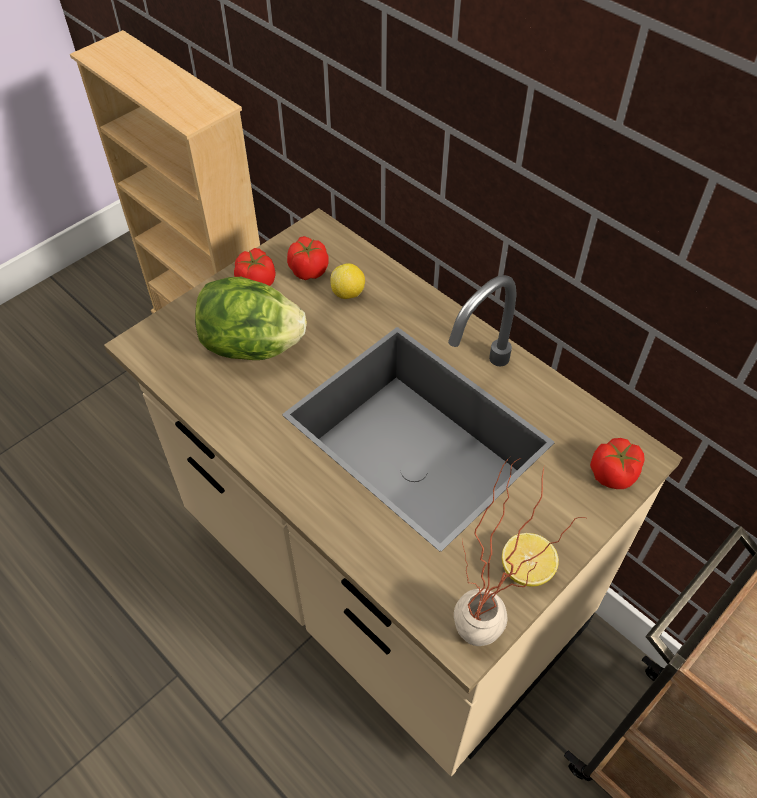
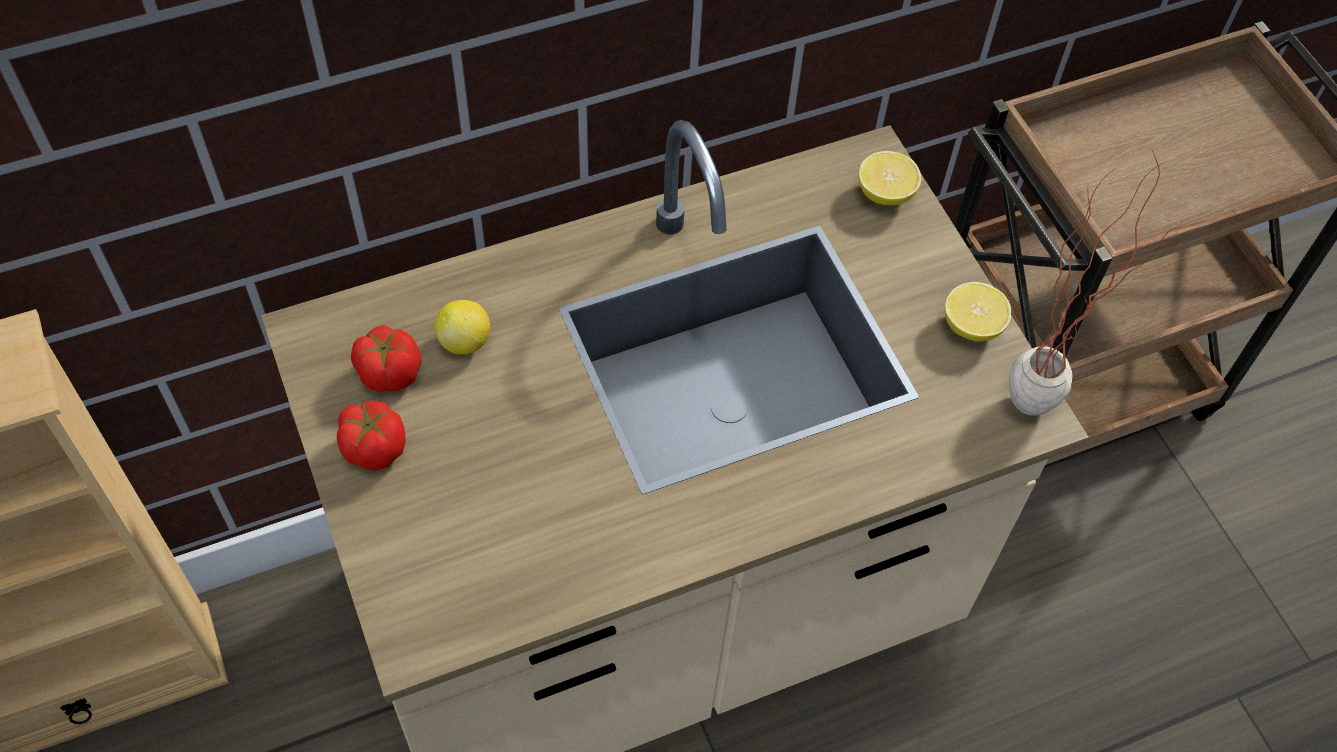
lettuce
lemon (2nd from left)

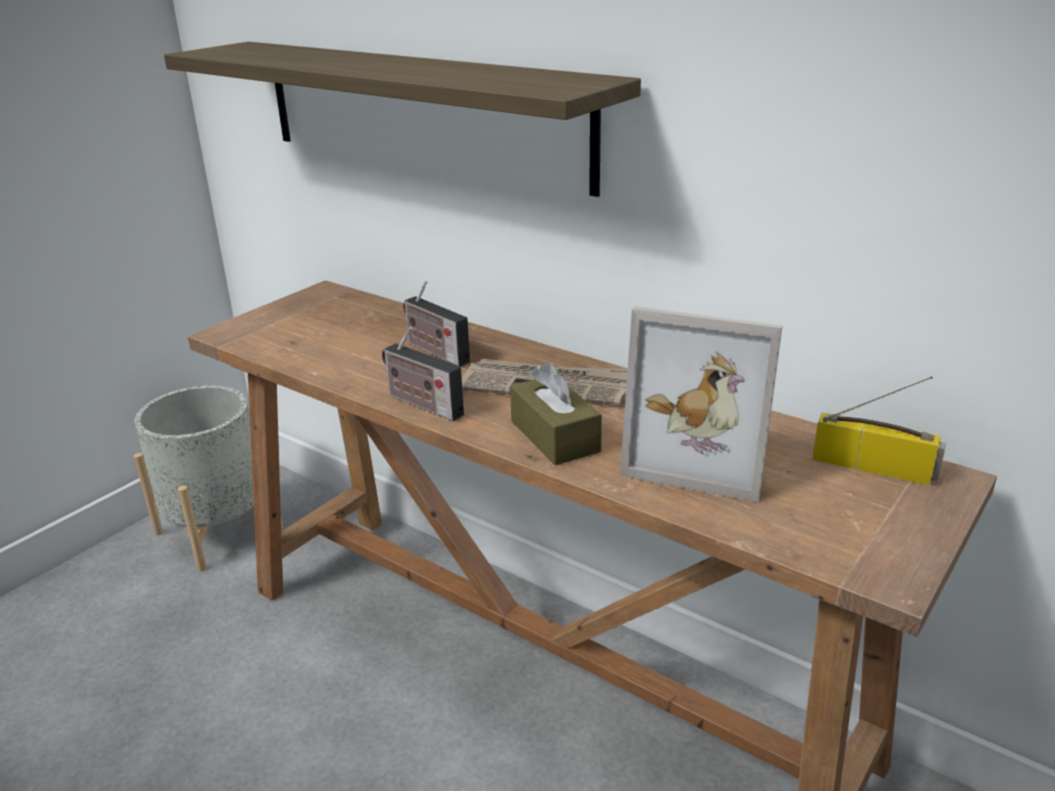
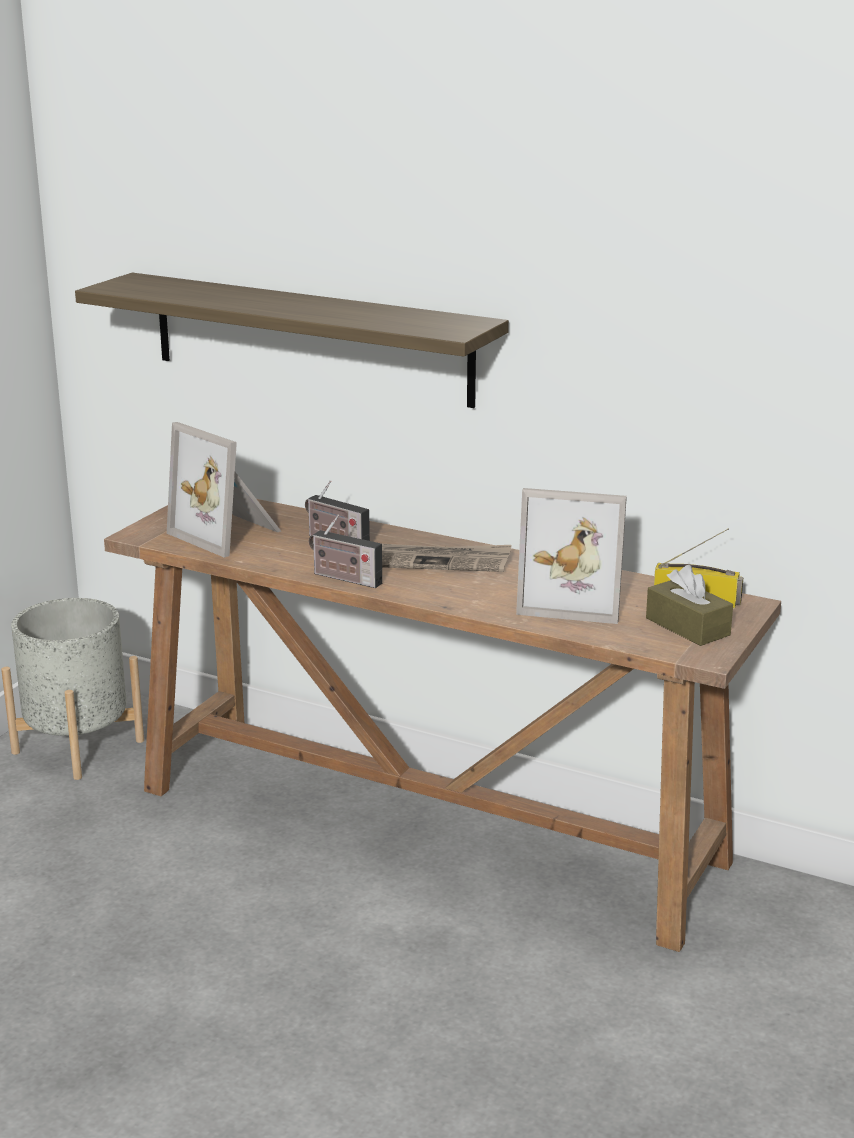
brown tissue box
picture frame (1st from left)

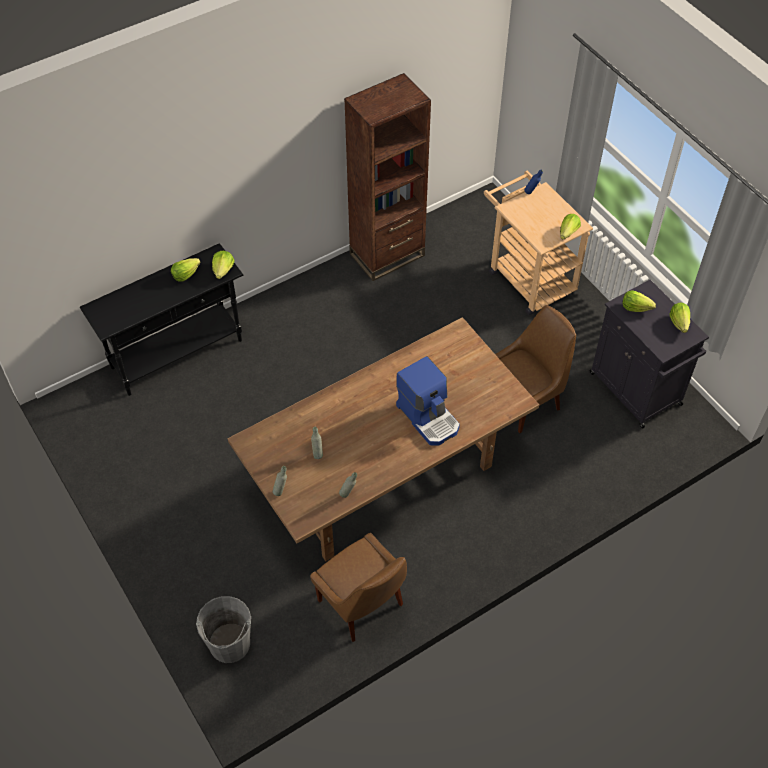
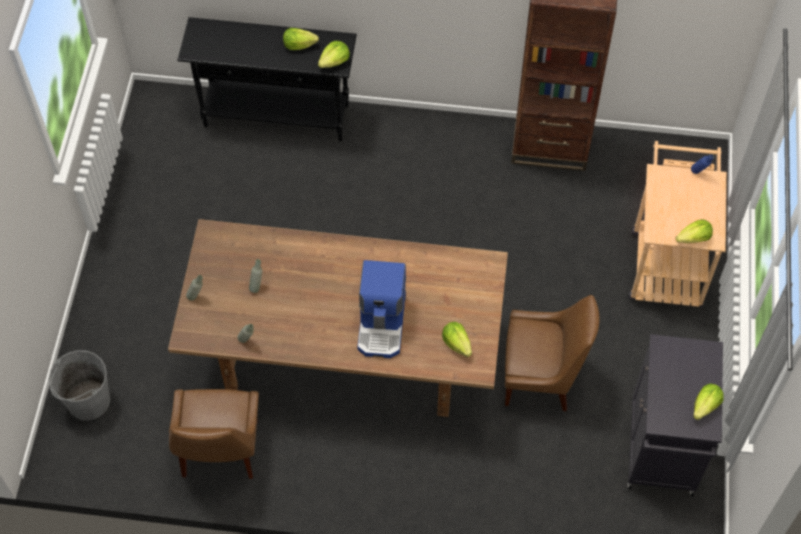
lettuce (3rd from left)

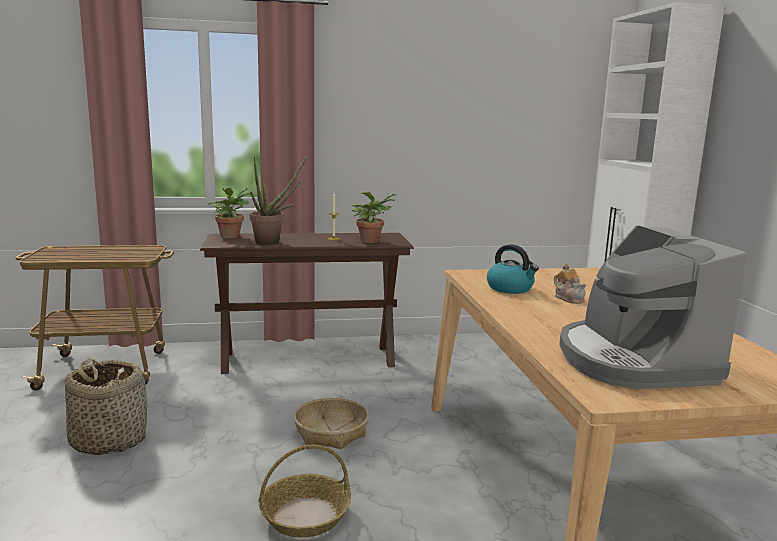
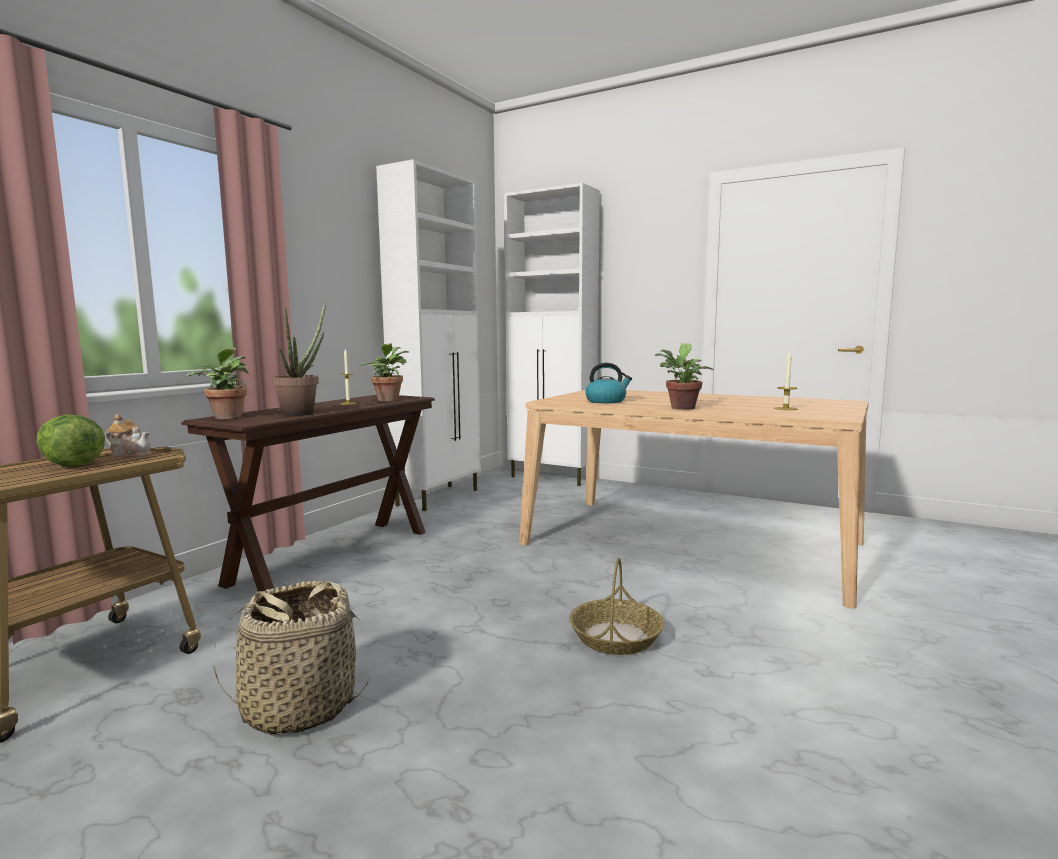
basket (3rd from left in the first image)
teapot
candle (2nd from left)
lettuce
white cabinet (1st from left)
potted plant (4th from left)

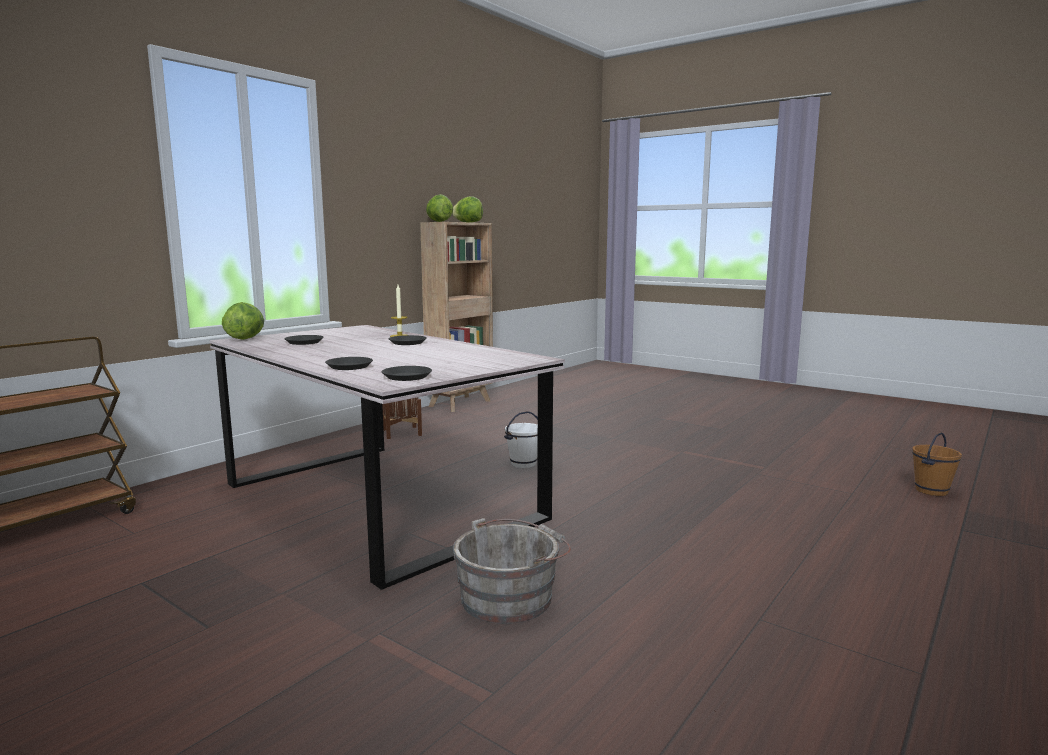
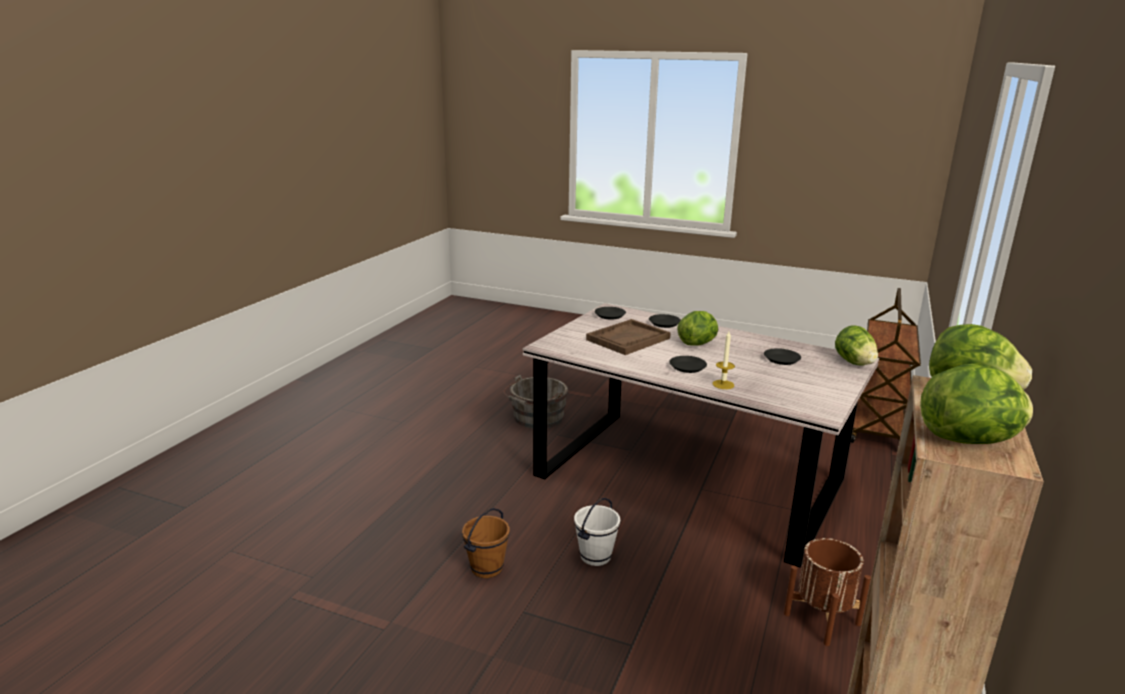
brown bucket
brown tray
lettuce (1st from left)

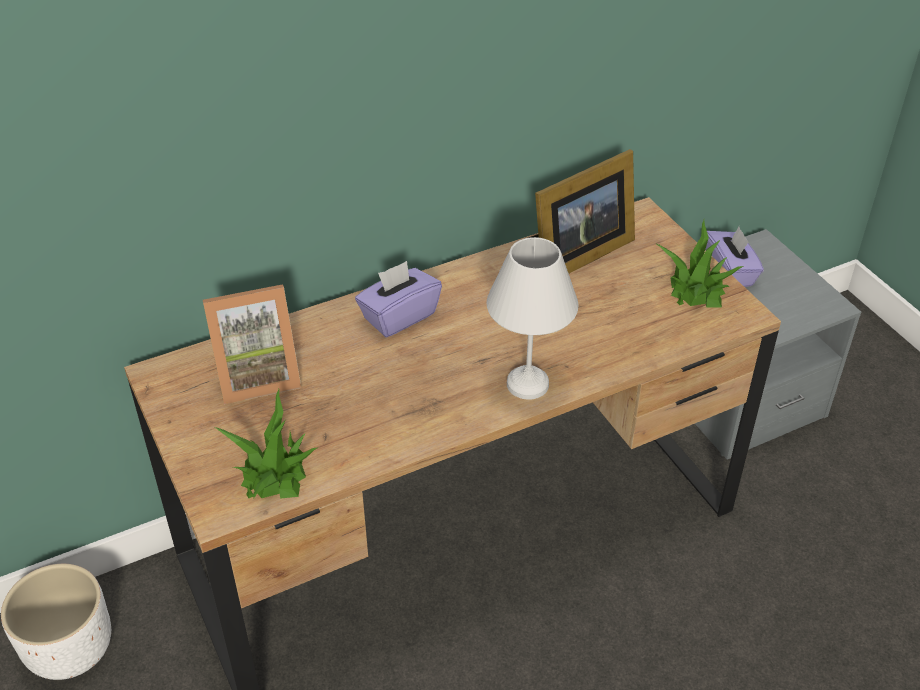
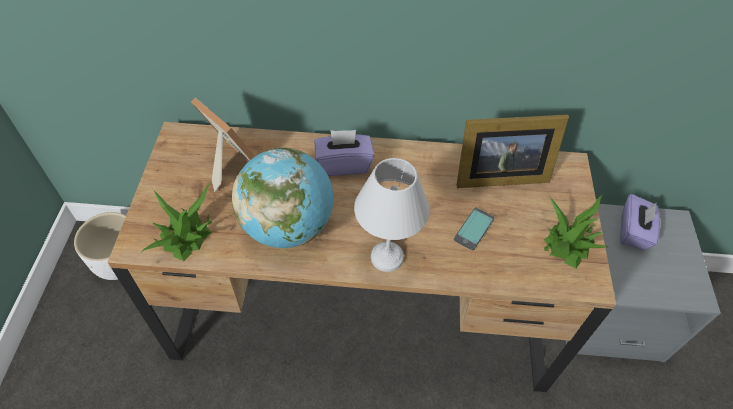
picture frame (1st from left)
globe
phone

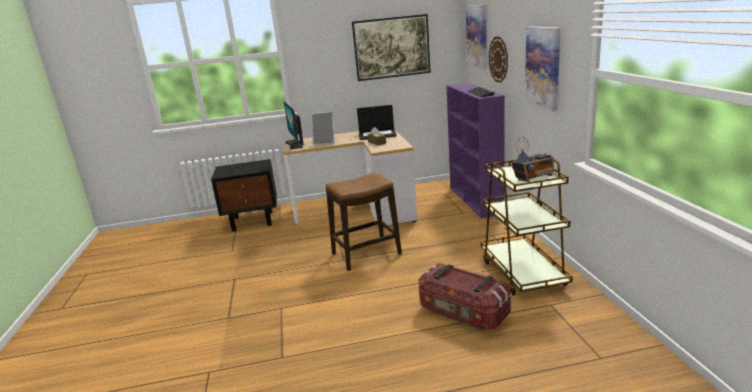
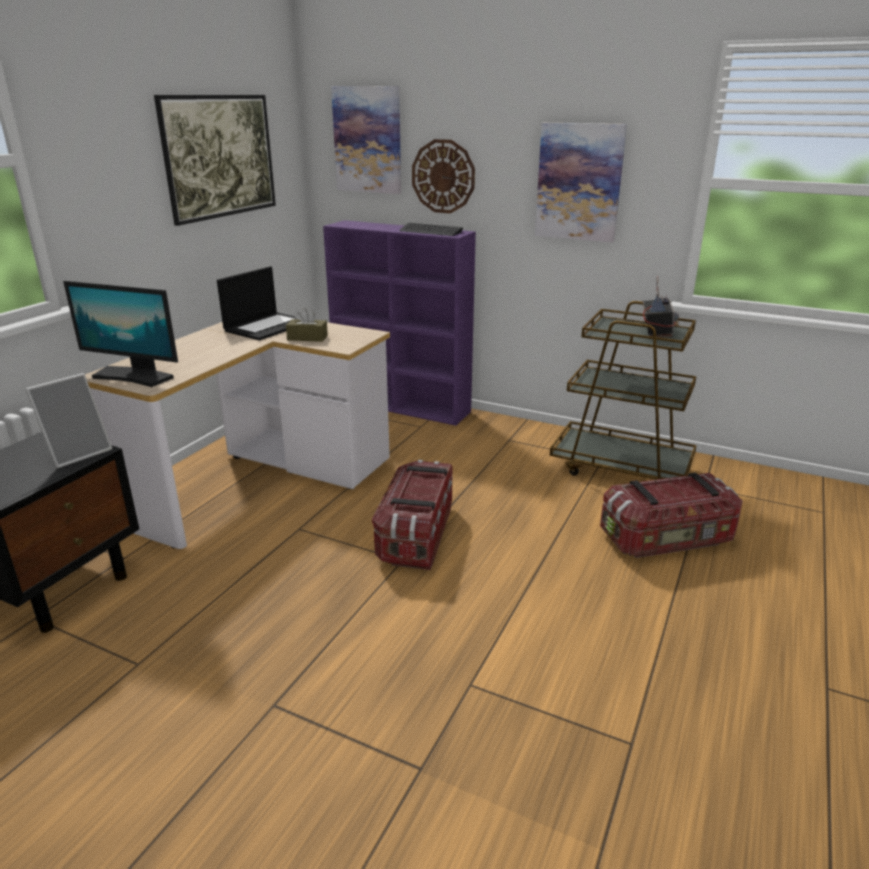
picture frame
storage box (1st from left)

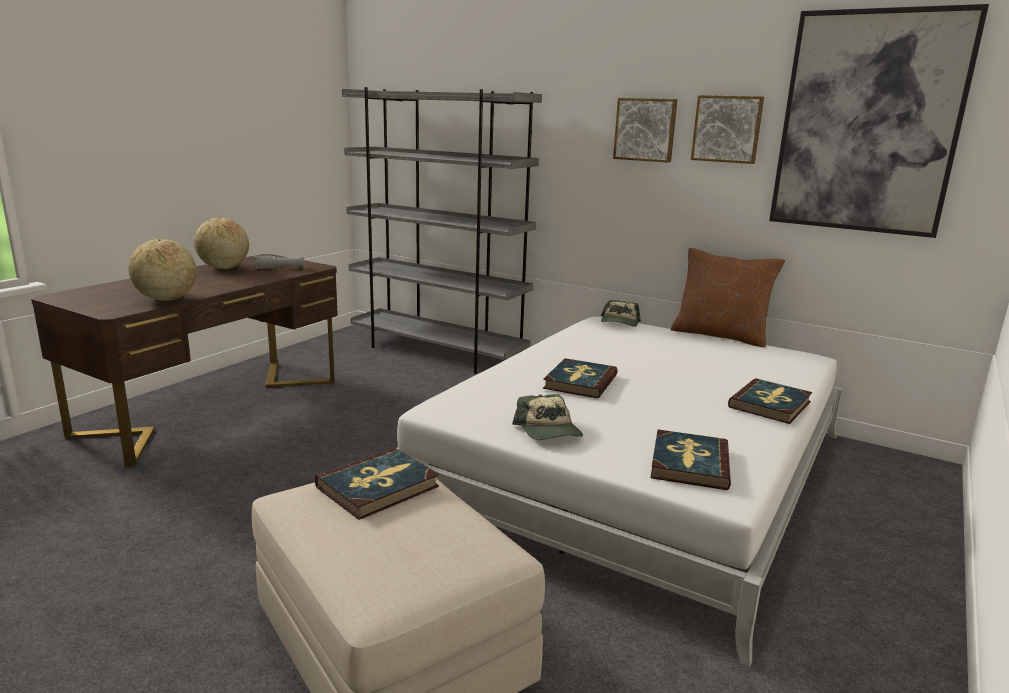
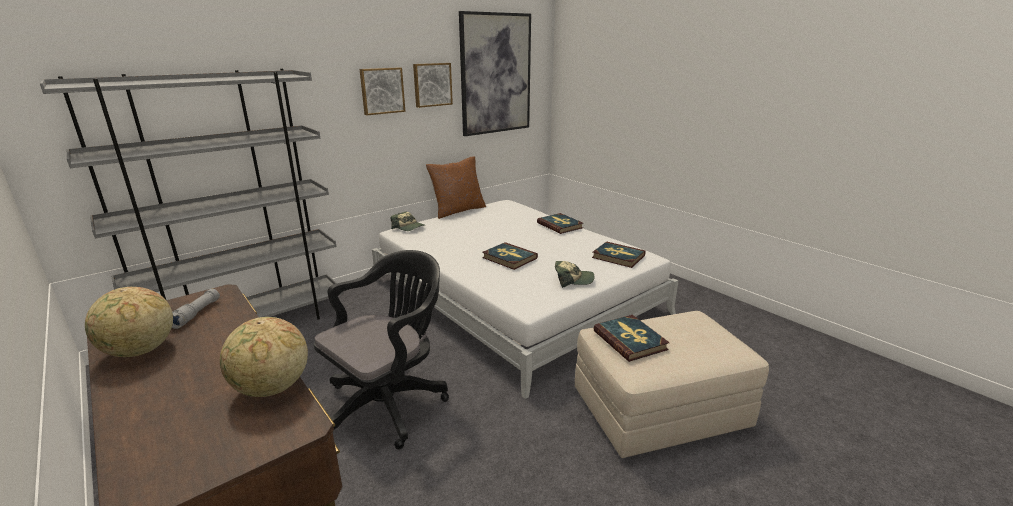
black office chair

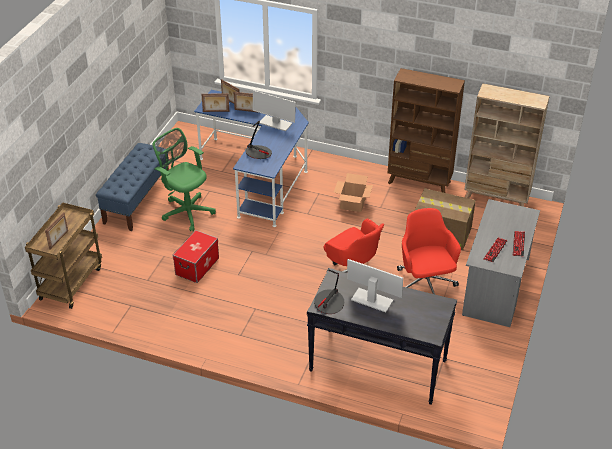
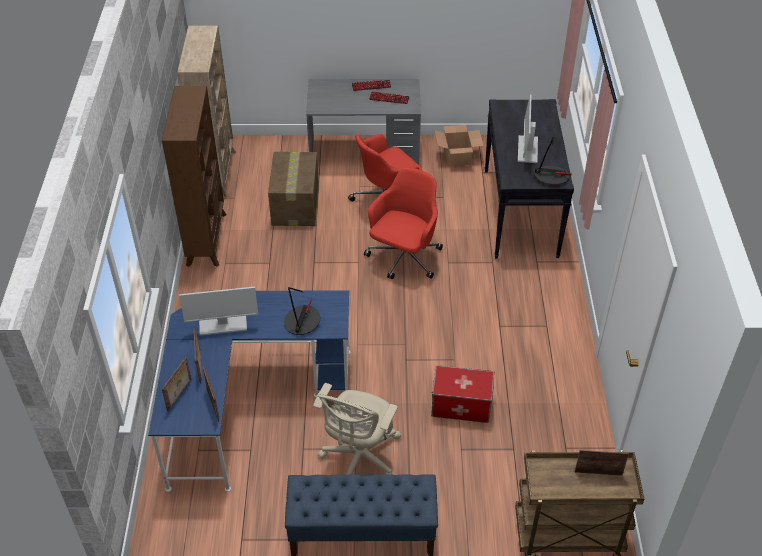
beige office chair
monitor (1st from left)
cardboard box (2nd from left)

